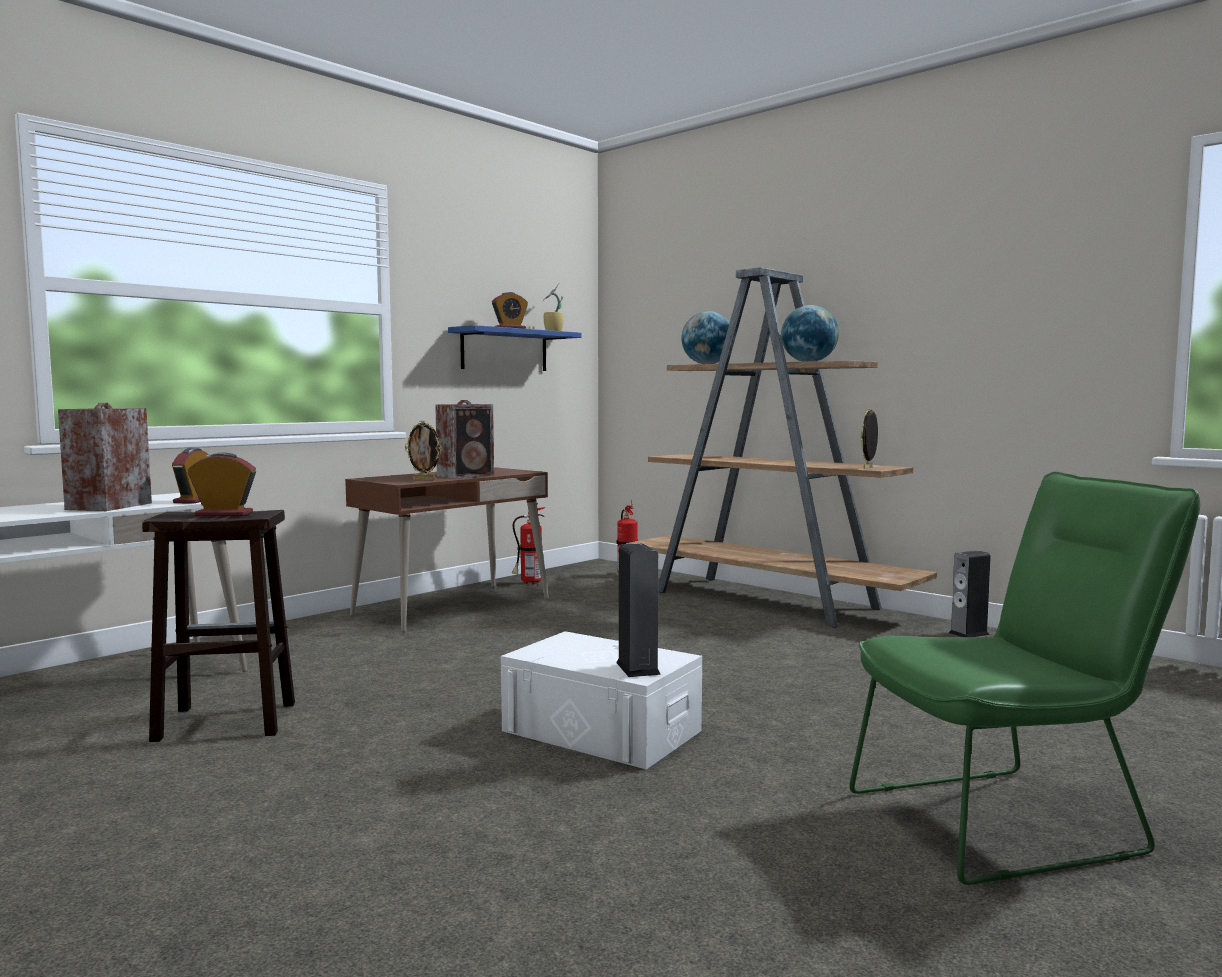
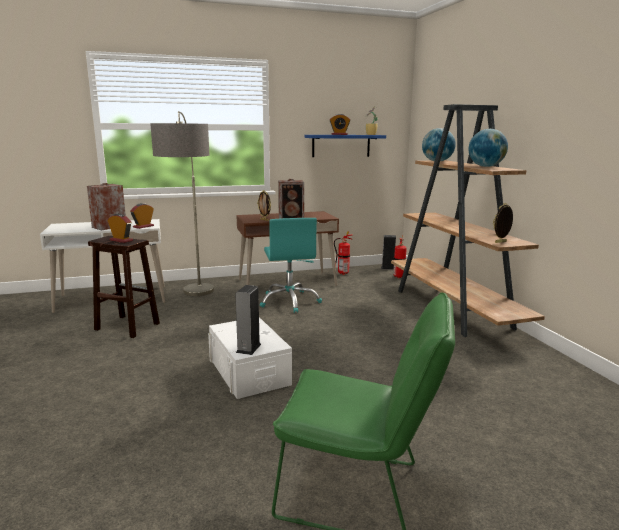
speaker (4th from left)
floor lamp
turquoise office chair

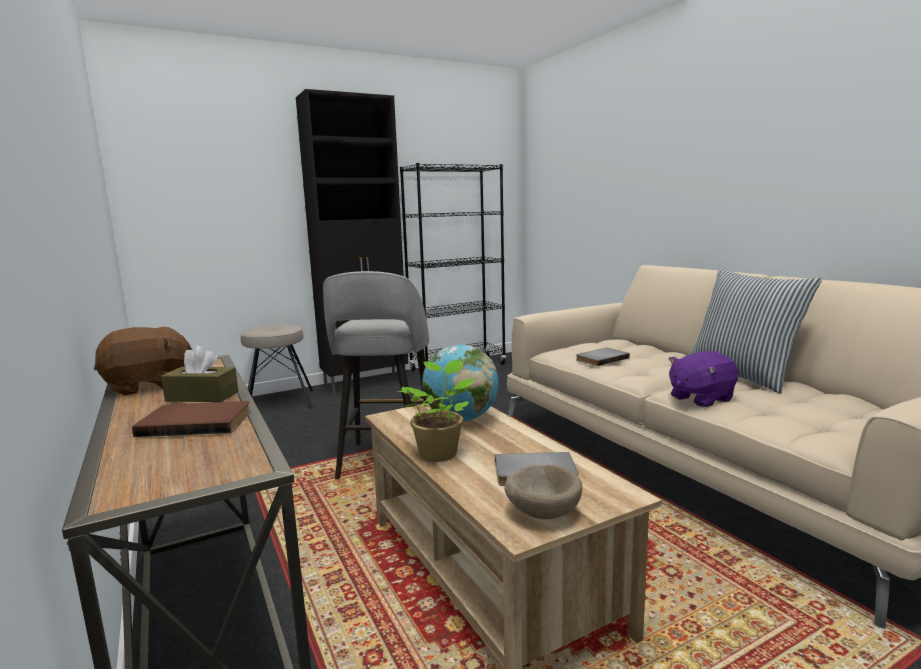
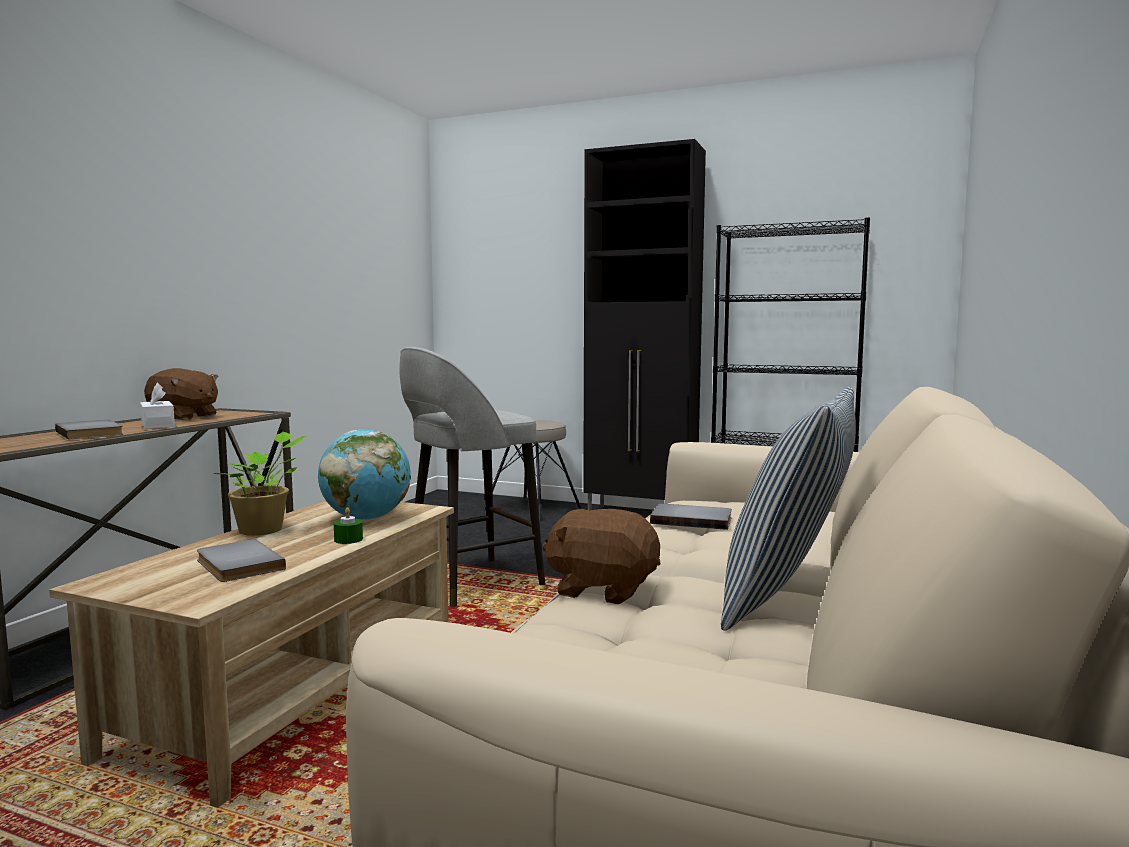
grey book (1st from left)
white tissue box
beige bowl
brown plush toy (2nd from left)
green candle

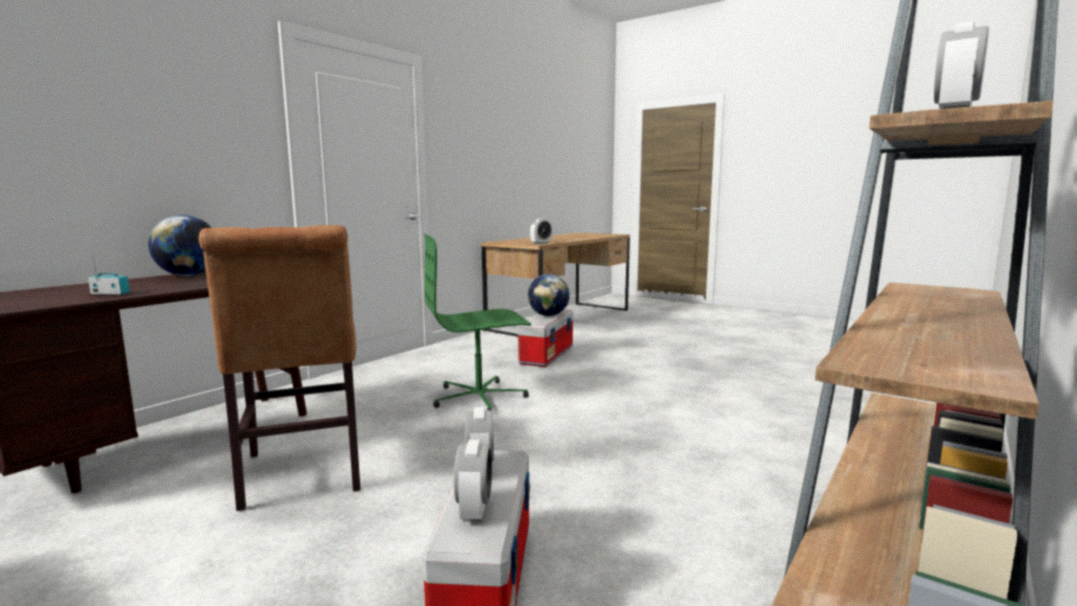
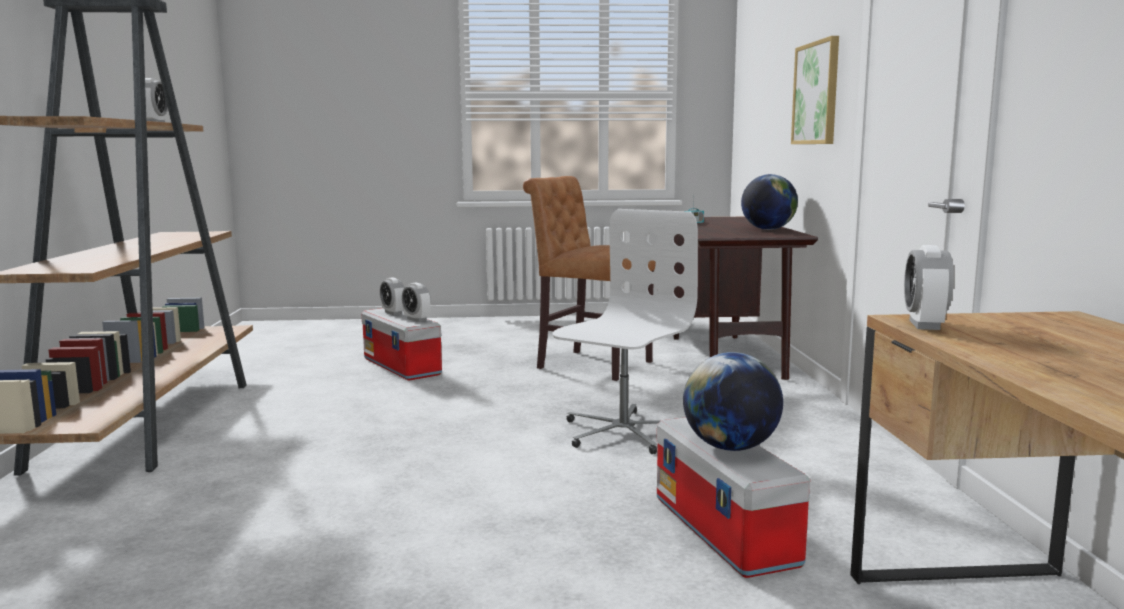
white office chair
picture

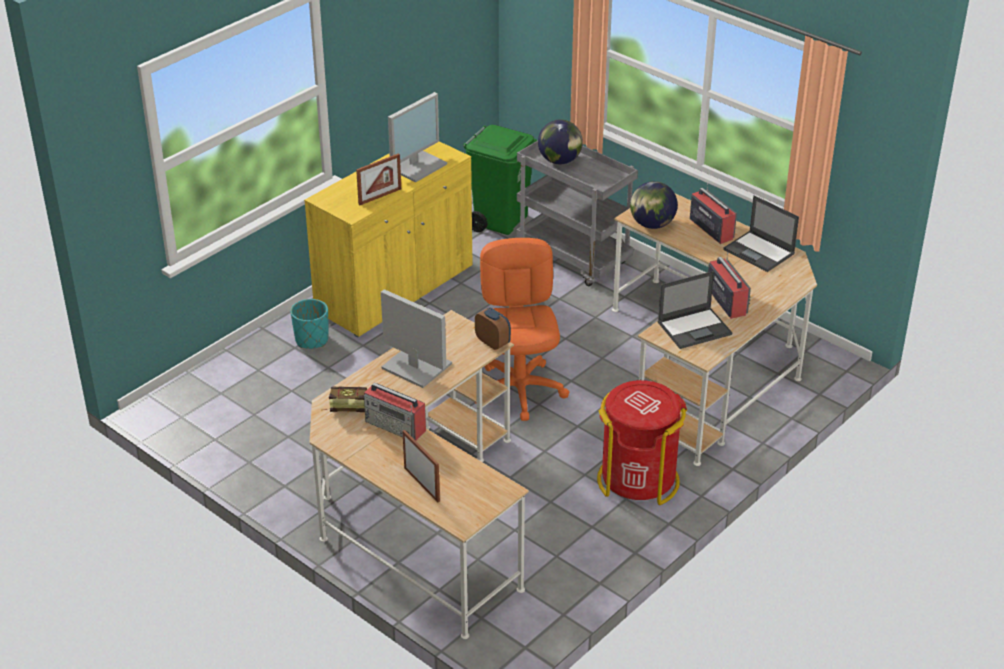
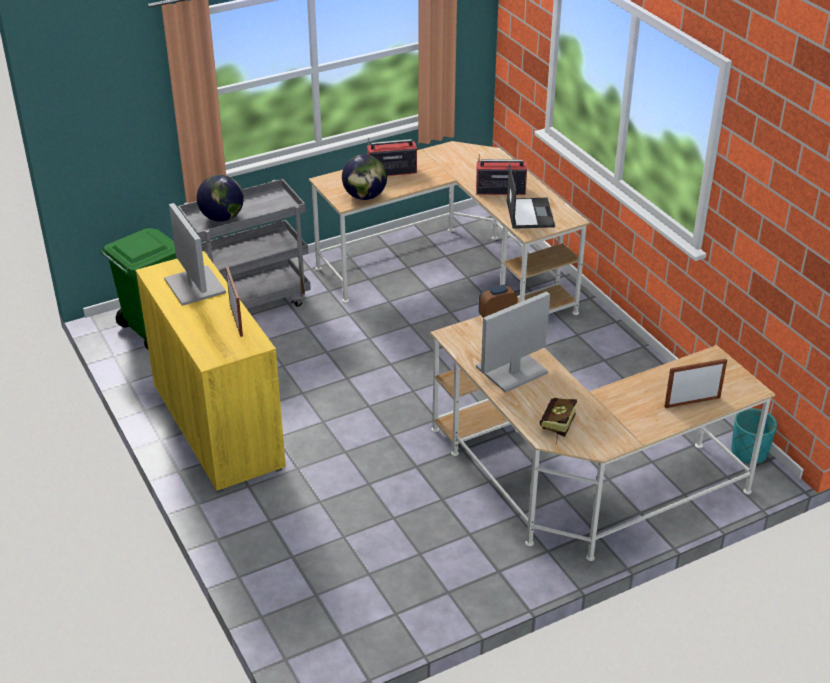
turquoise planter
radio (1st from left in the first image)
orange office chair
red trash can
laptop (2nd from left in the first image)

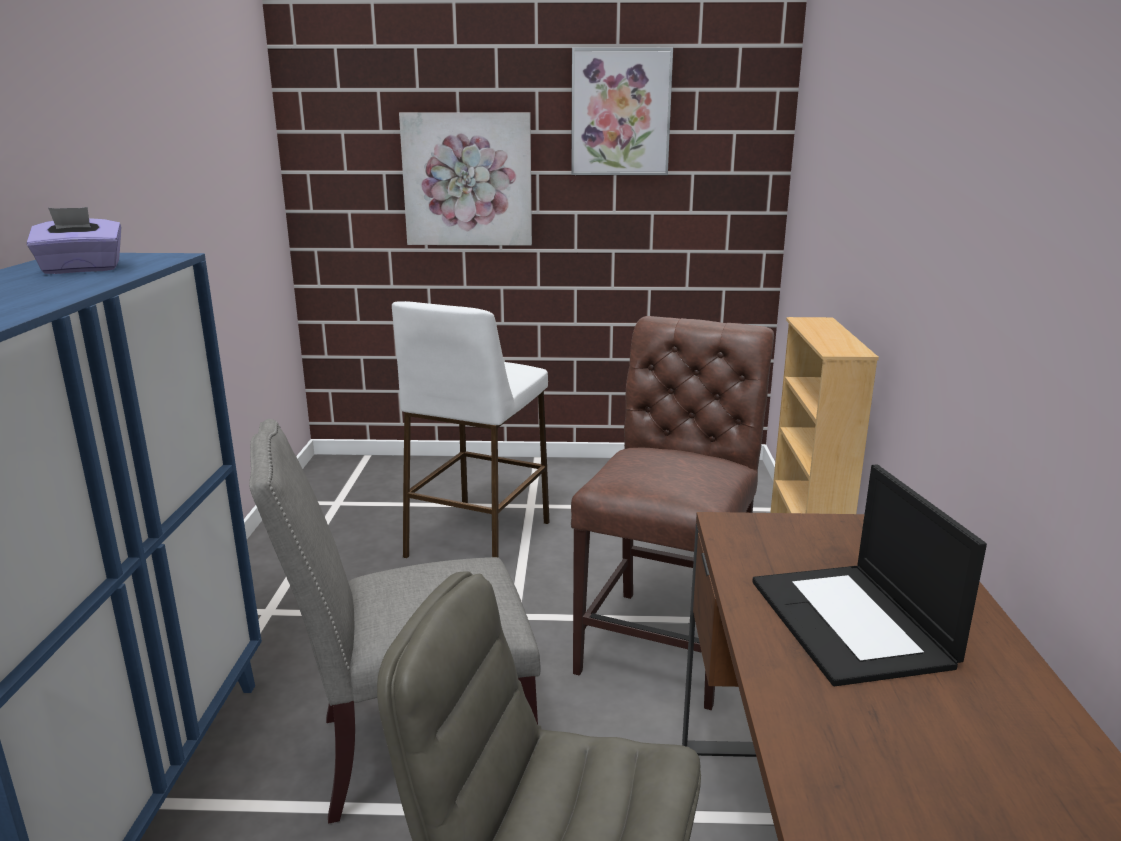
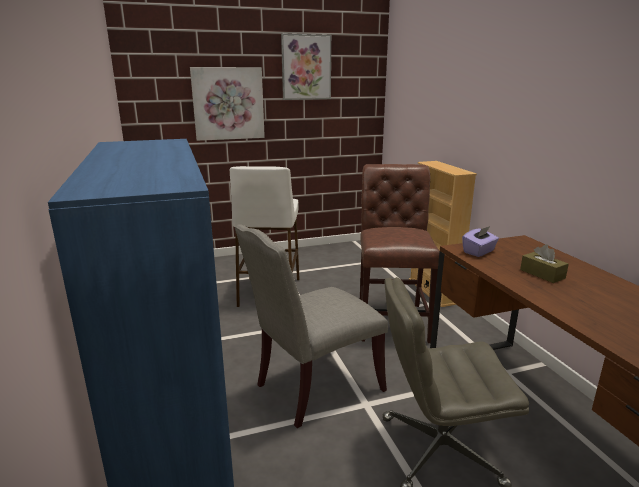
purple tissue box
brown tissue box

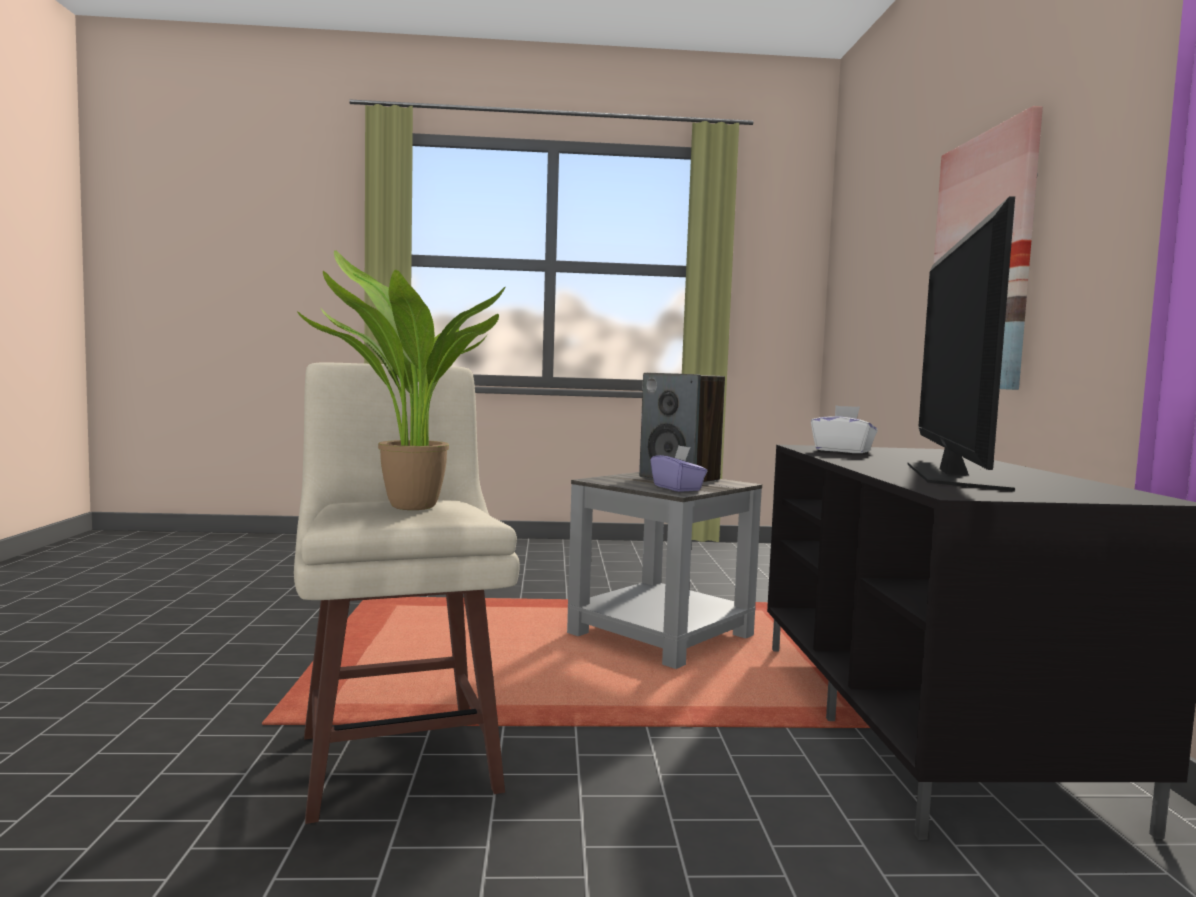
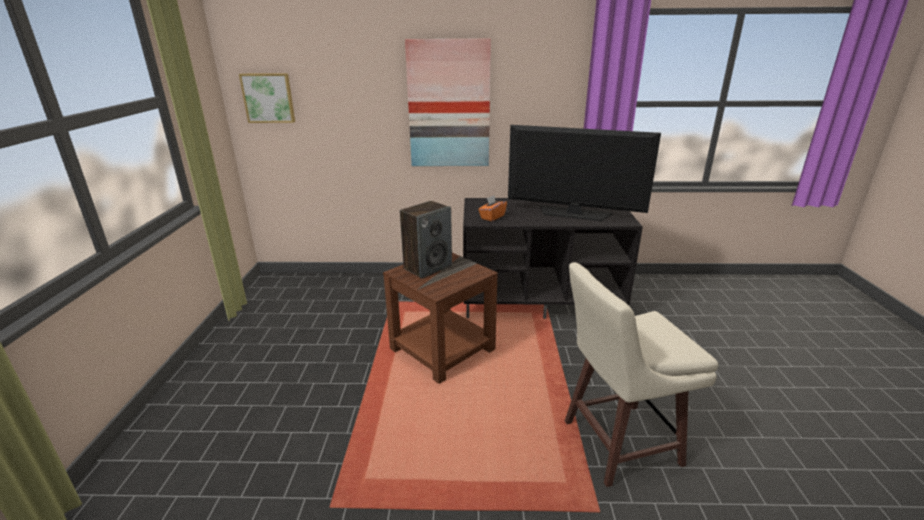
potted plant
brown side table
purple tissue box
orange tissue box
picture (1st from left)

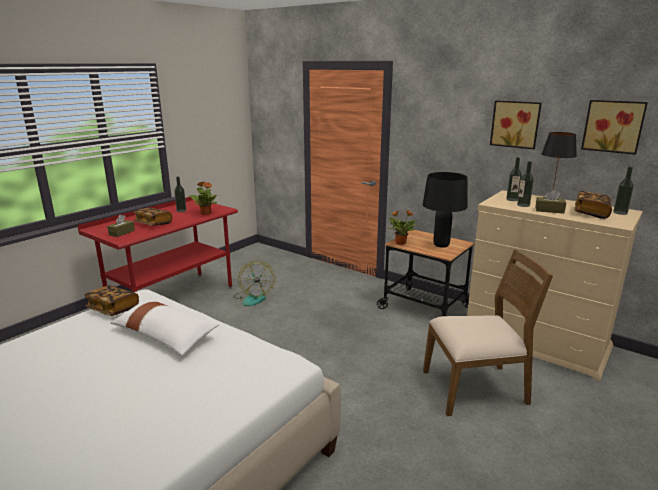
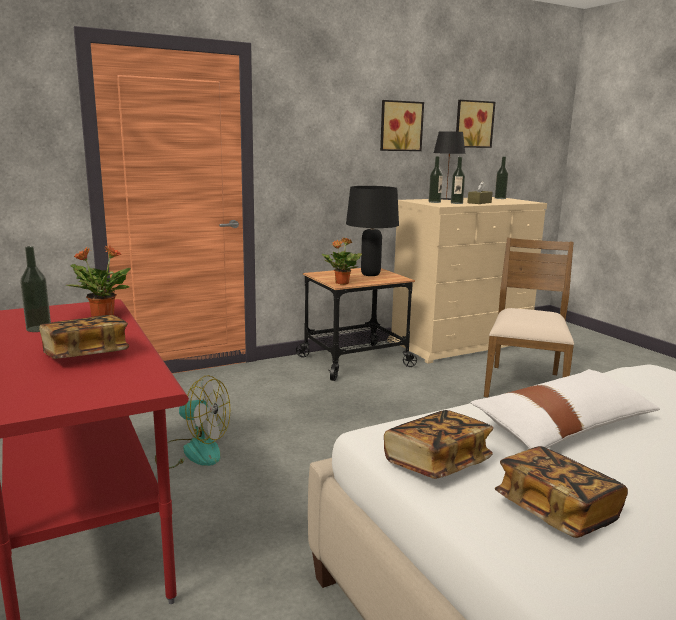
brown tissue box (1st from left in the first image)
book (3rd from left)

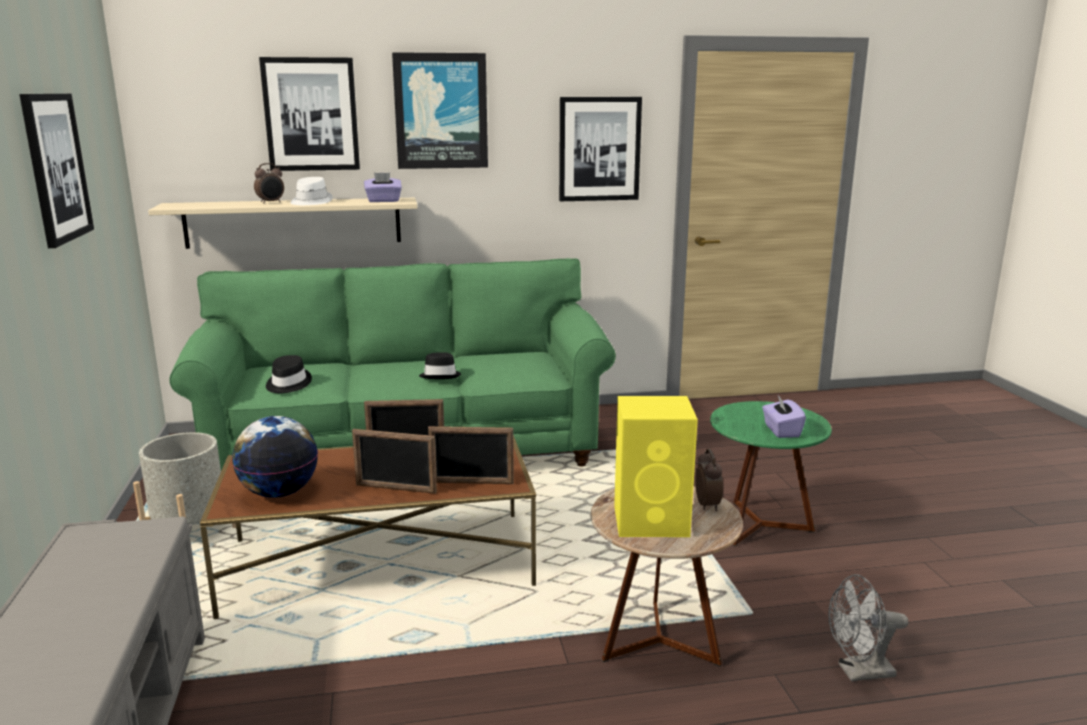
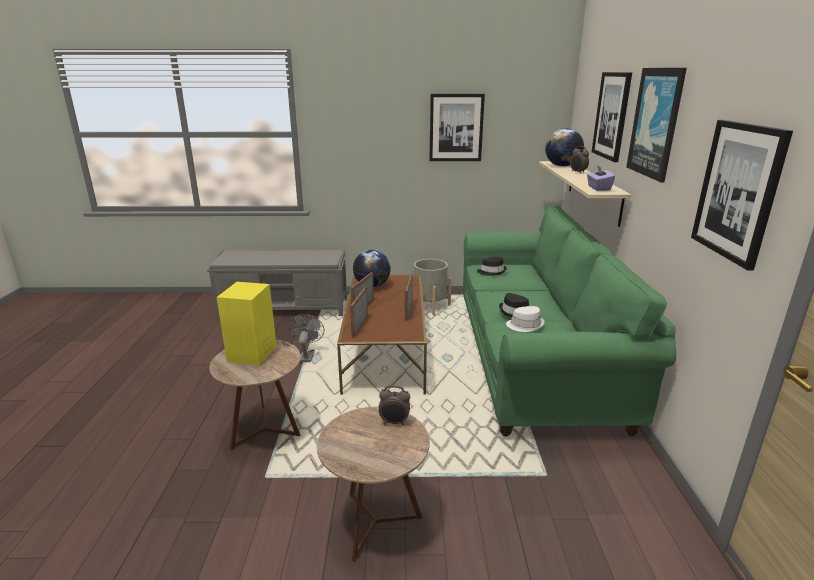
white hat
alarm clock (1st from left)
brown side table (2nd from left)
purple tissue box (2nd from left in the first image)
grey fan
globe (2nd from left)

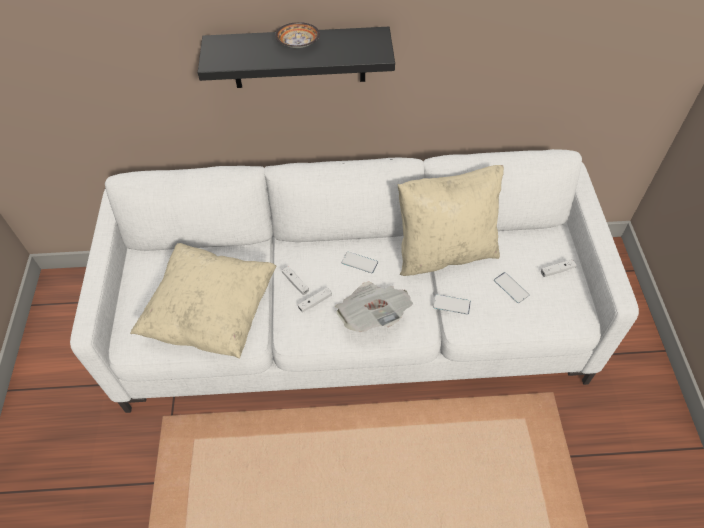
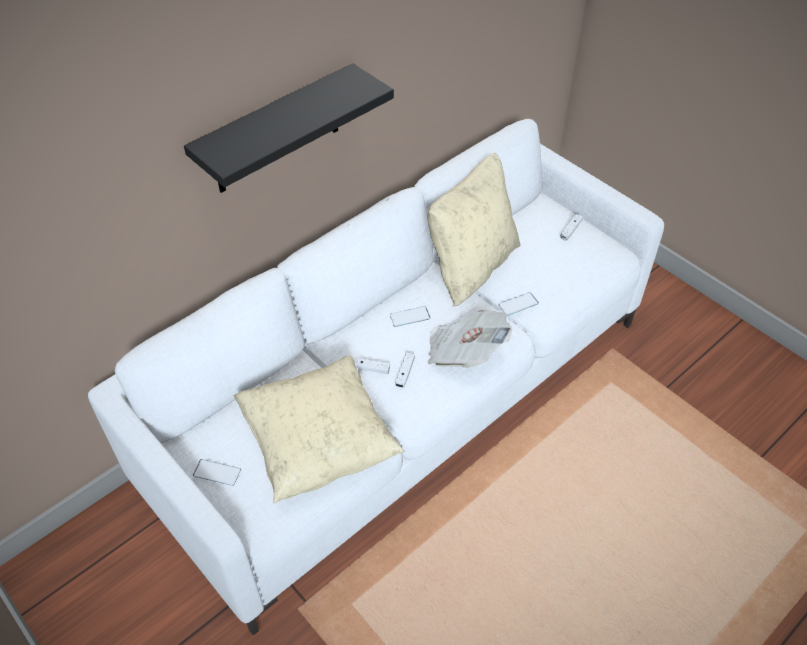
bowl
phone (1st from left)

